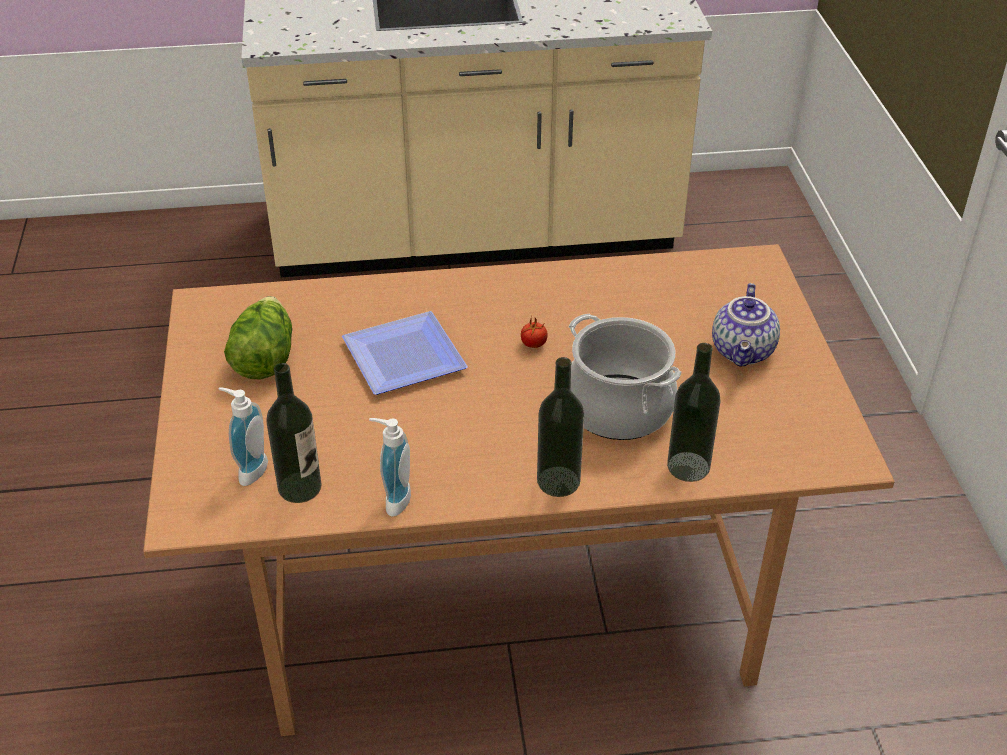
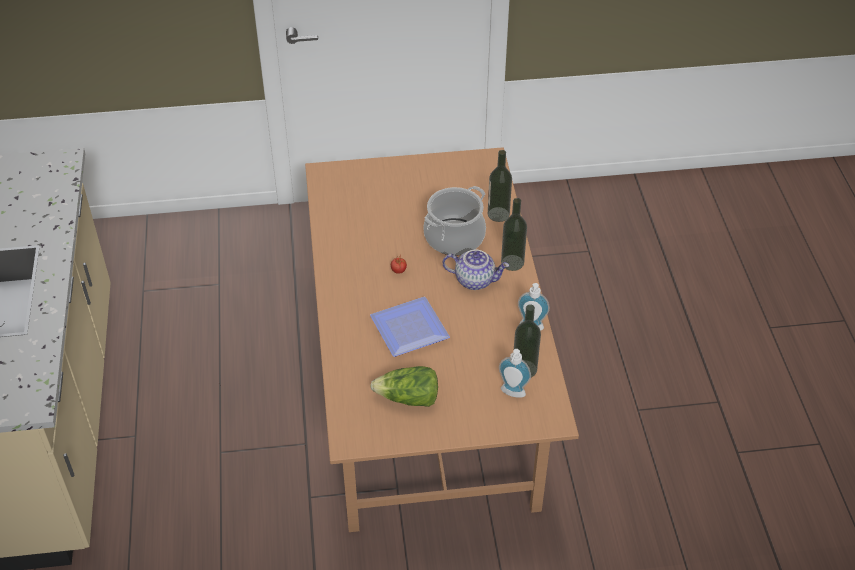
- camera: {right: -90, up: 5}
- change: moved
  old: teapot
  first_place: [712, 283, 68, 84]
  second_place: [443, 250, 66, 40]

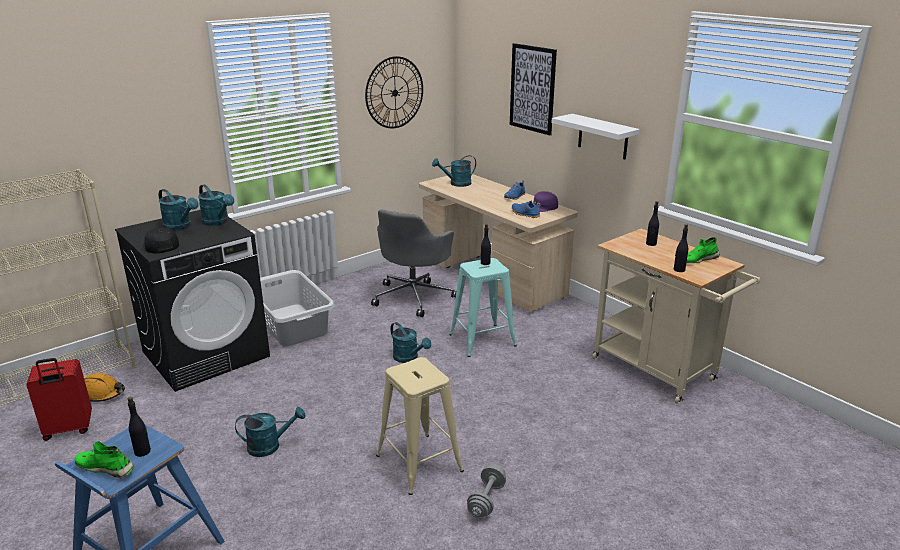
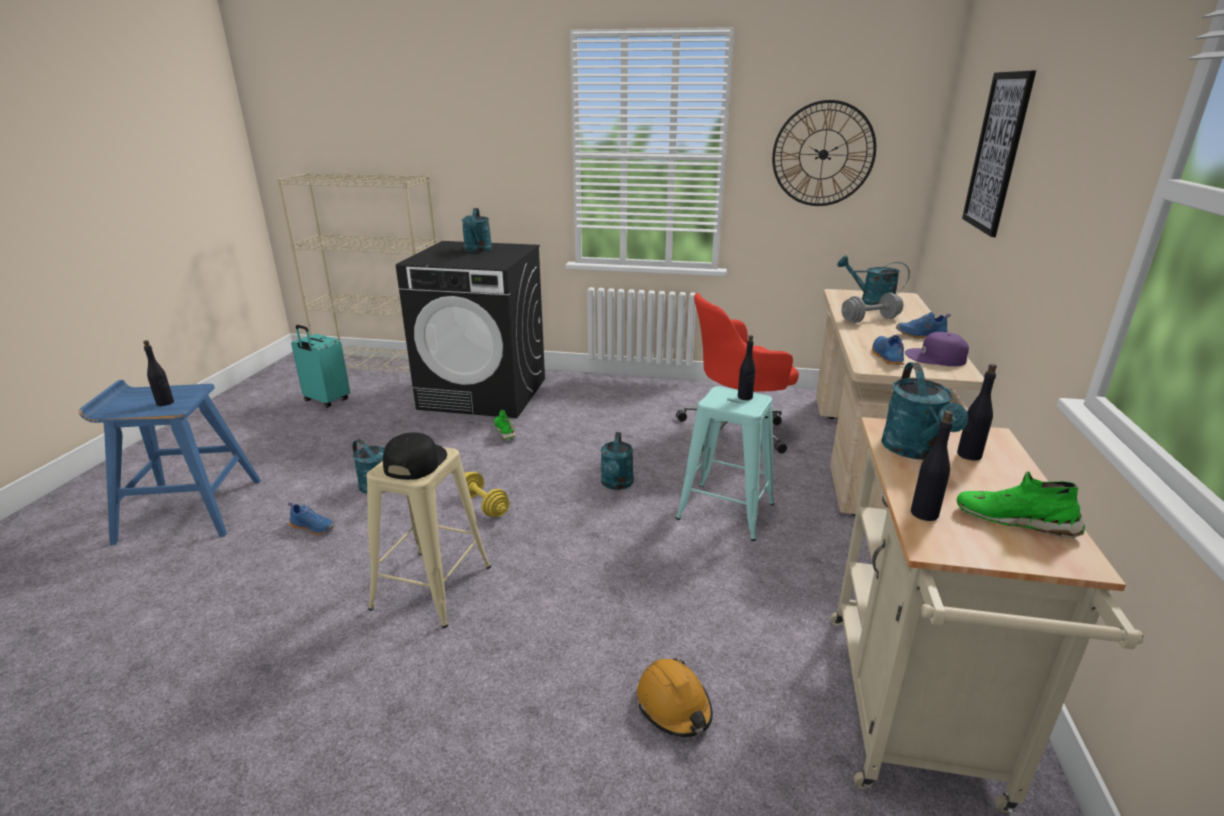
- camera: {right: 50, up: 0}
- change: removed
  old: white shelf
  first_place: [551, 114, 89, 46]
- change: moved
  old: turquoise watering can
  first_place: [198, 184, 36, 42]
  second_place: [881, 362, 87, 98]
- change: recoloured
  old: grey office chair
  new: red office chair
  first_place: [371, 209, 85, 108]
  second_place: [676, 293, 123, 161]
- change: moved
  old: black cap
  first_place: [142, 227, 37, 27]
  second_place: [383, 432, 64, 48]
- change: removed
  old: grey laundry basket
  first_place: [260, 270, 75, 76]
- change: recoloured
  old: red suitcase
  new: turquoise suitcase
  first_place: [26, 358, 66, 83]
  second_place: [291, 325, 59, 83]
- change: moved
  old: orange hard hat
  first_place: [84, 373, 41, 29]
  second_place: [637, 658, 76, 79]
- change: moved
  old: green shoe
  first_place: [74, 441, 60, 37]
  second_place: [494, 410, 22, 30]
- change: moved
  old: grey dumbbell
  first_place: [467, 464, 39, 55]
  second_place: [841, 293, 62, 30]
- change: added
  new: yellow dumbbell
  second_place: [464, 472, 46, 45]
- change: added
  new: blue shoe
  second_place: [288, 502, 47, 33]

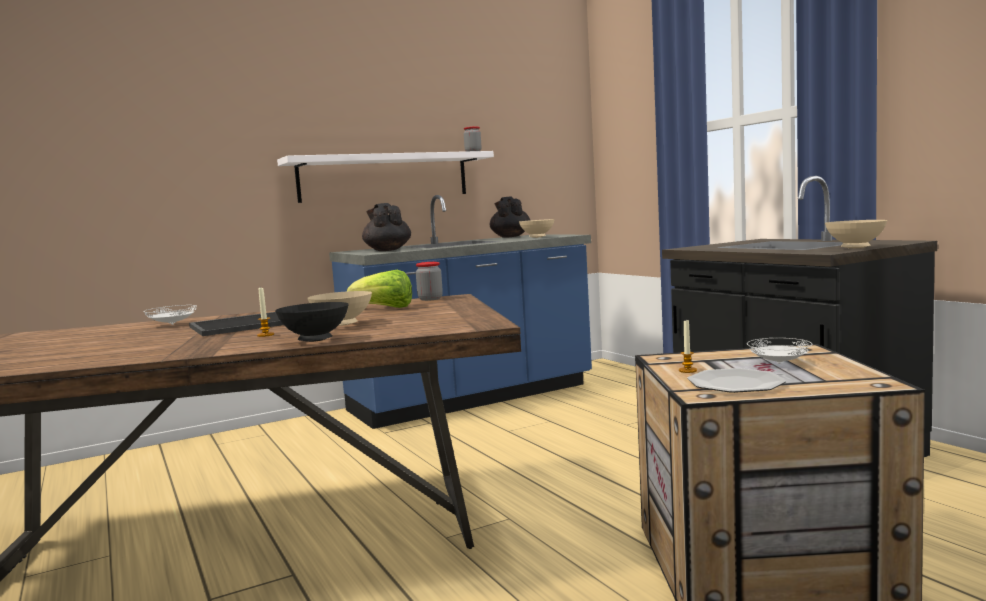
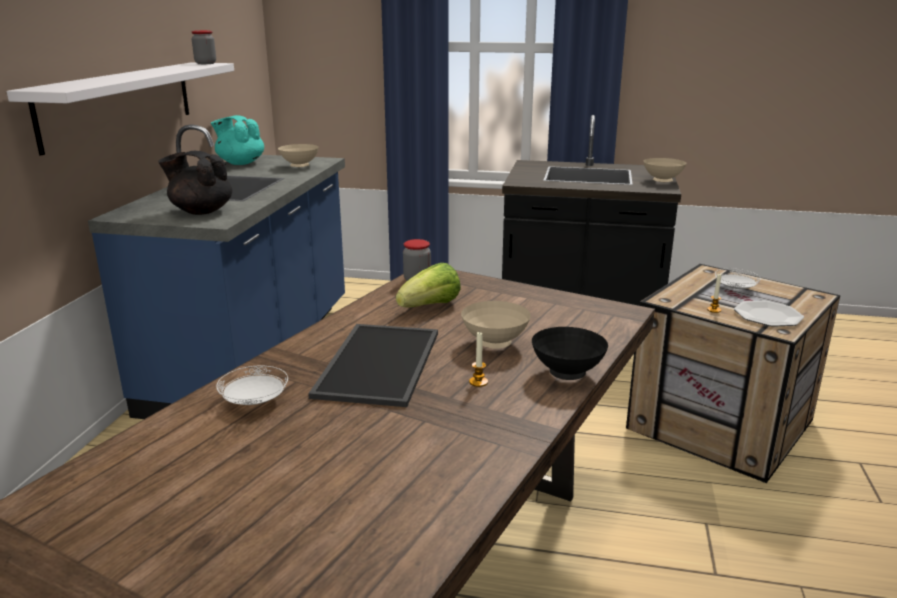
- camera: {right: -50, up: 15}
- change: recoloured
  old: black teapot
  new: turquoise teapot
  first_place: [490, 197, 40, 41]
  second_place: [211, 115, 53, 50]

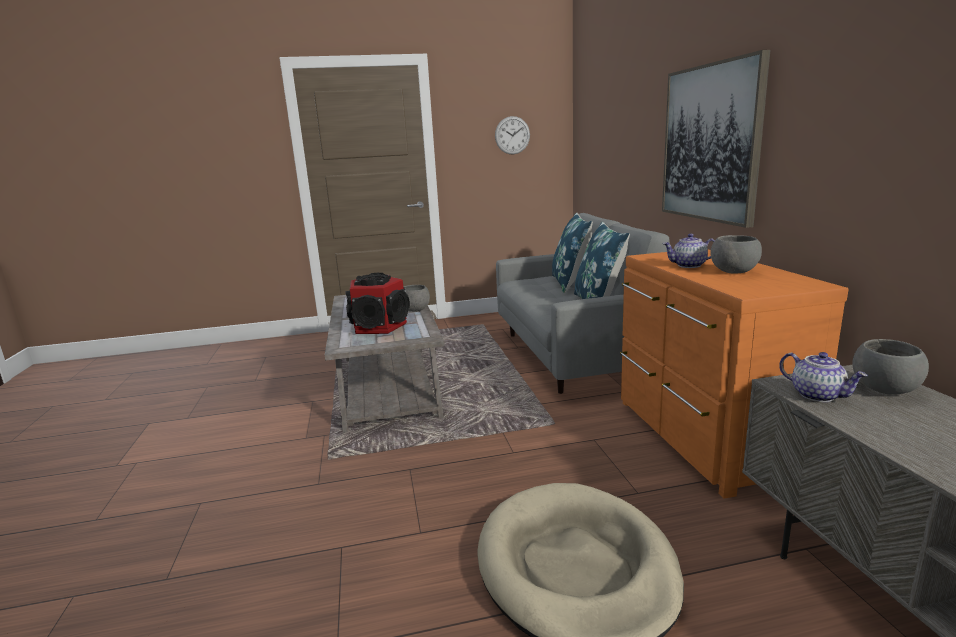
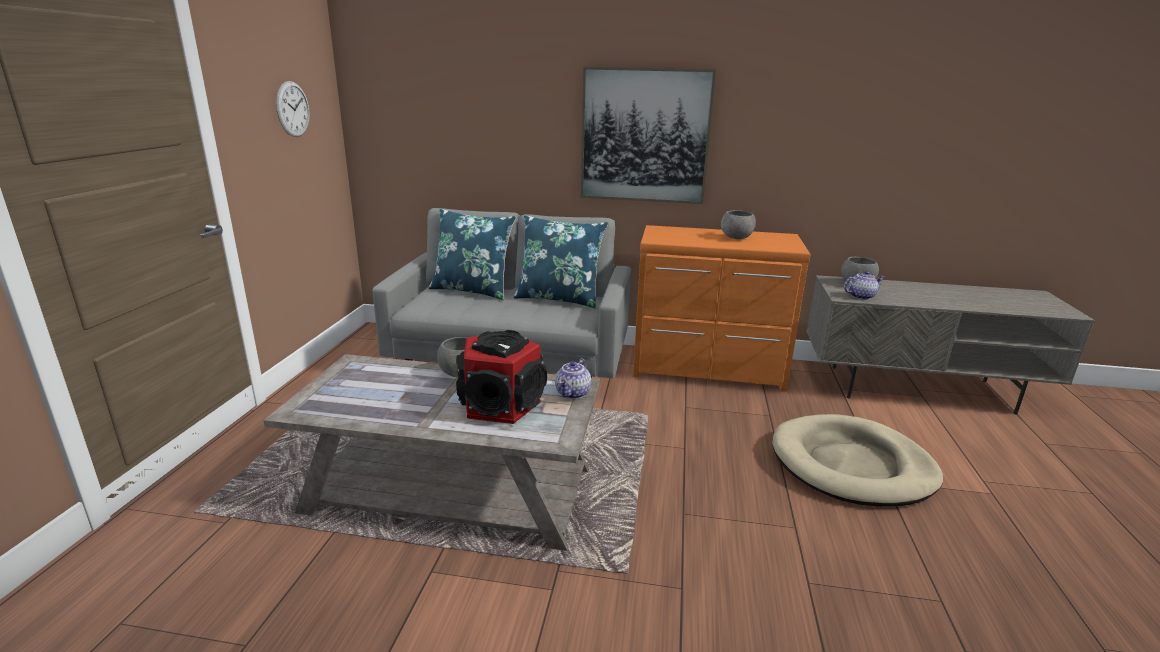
- camera: {right: -70, up: 5}
- change: moved
  old: teapot
  first_place: [663, 234, 52, 34]
  second_place: [555, 358, 36, 41]

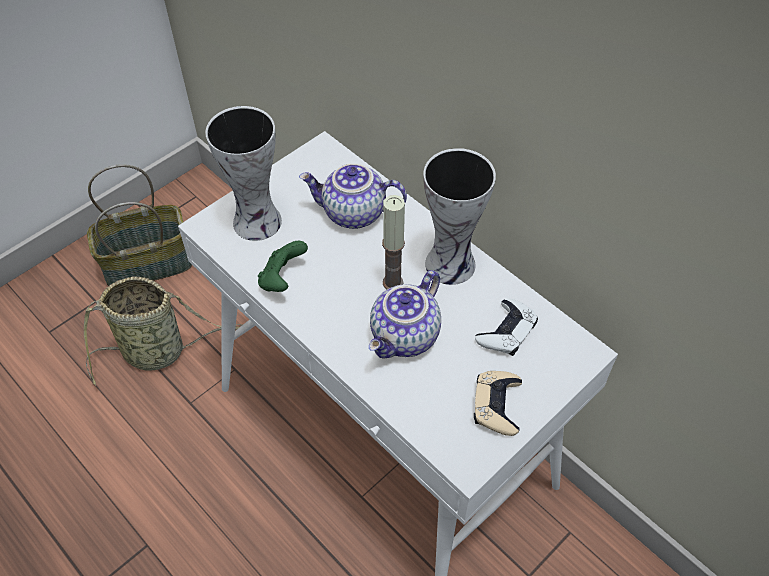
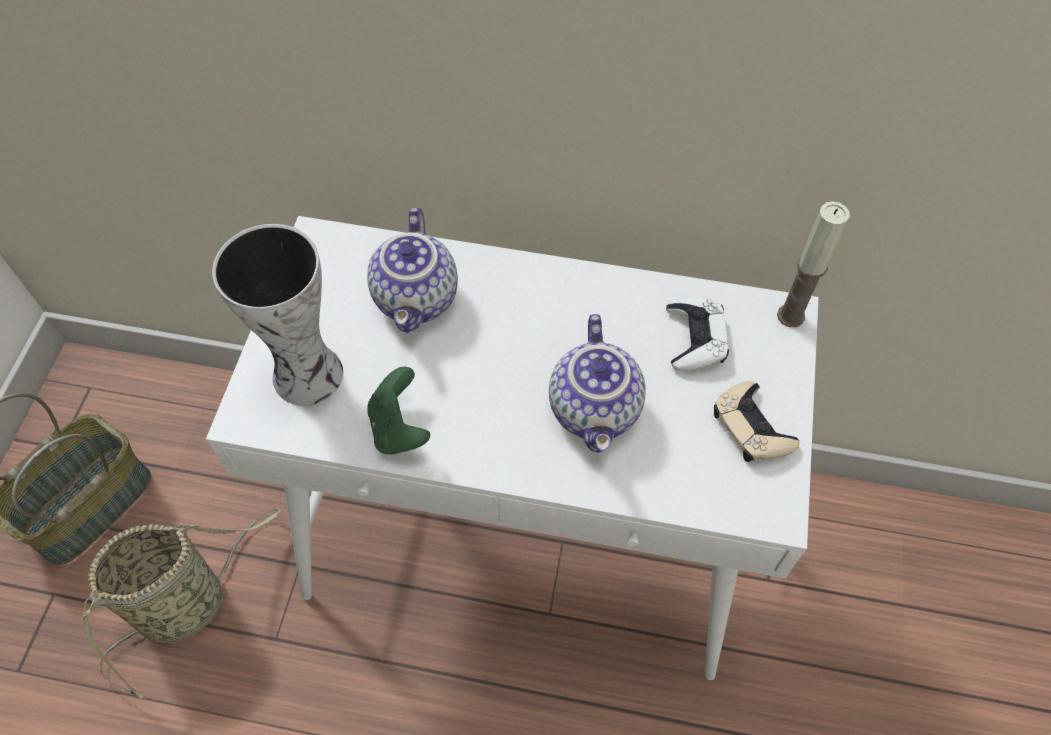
- camera: {right: -35, up: 5}
- change: removed
  old: vase
  first_place: [423, 148, 73, 137]
- change: turned
  old: teapot
  first_place: [299, 163, 108, 66]
  second_place: [367, 207, 91, 126]
  degrees: -60
- change: moved
  old: candle
  first_place: [382, 195, 23, 94]
  second_place: [777, 201, 73, 126]

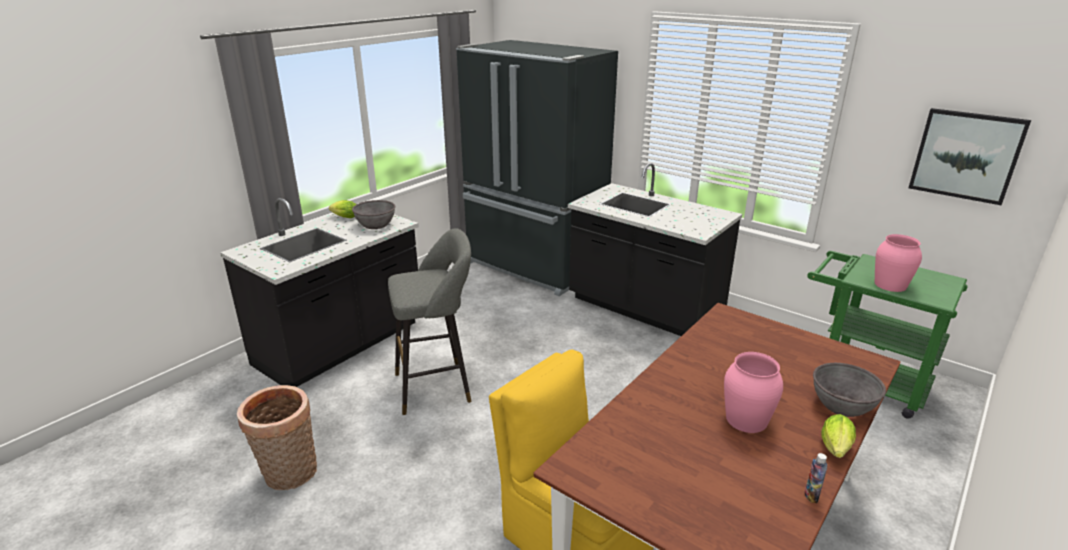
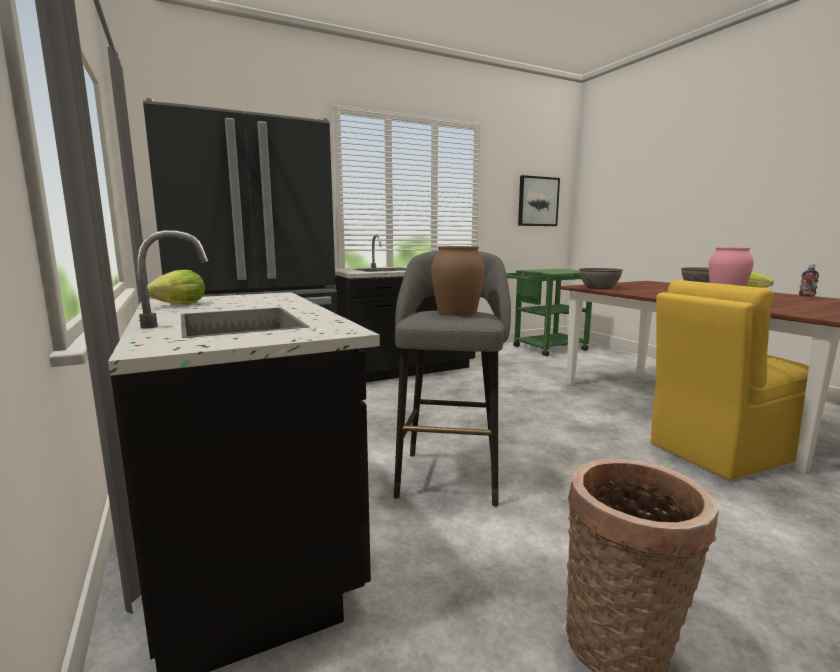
- camera: {right: -65, up: -15}
- change: moved
  old: grey bowl
  first_place: [352, 200, 43, 29]
  second_place: [579, 268, 44, 21]
- change: removed
  old: pink vase
  first_place: [875, 234, 47, 58]
- change: added
  new: brown vase
  second_place: [431, 246, 54, 70]

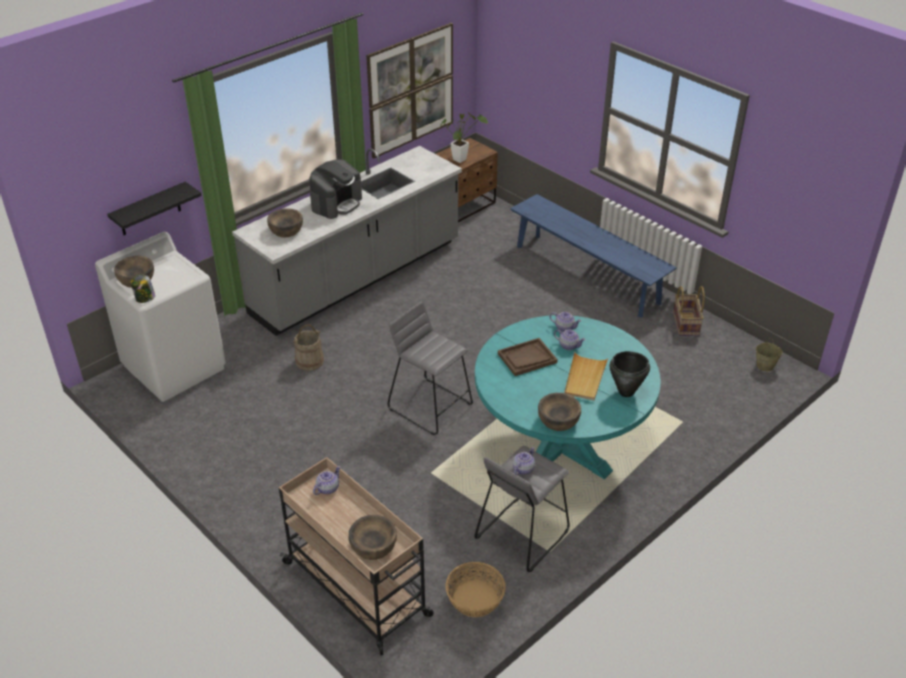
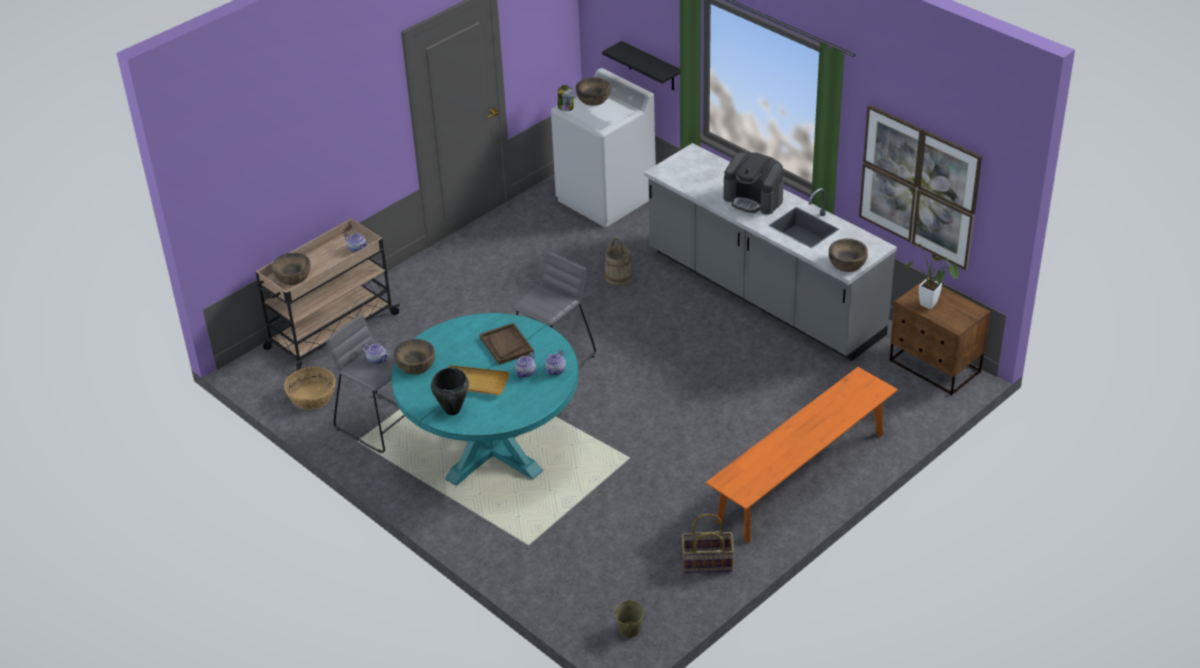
- camera: {right: 90, up: 0}
- change: recoloured
  old: blue bench
  new: orange bench
  first_place: [510, 194, 167, 124]
  second_place: [706, 367, 192, 176]
- change: moved
  old: brown bowl
  first_place: [267, 208, 36, 29]
  second_place: [829, 239, 39, 33]

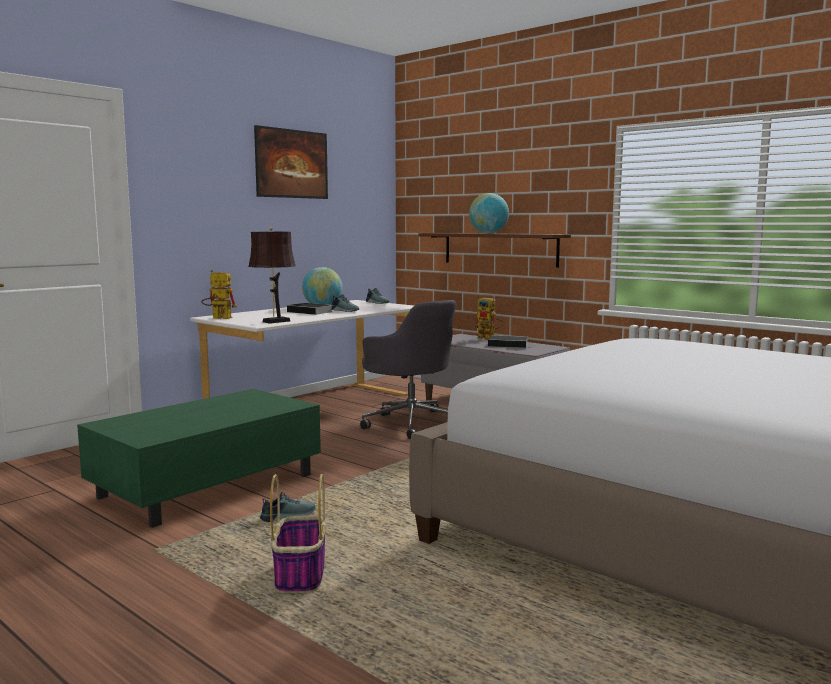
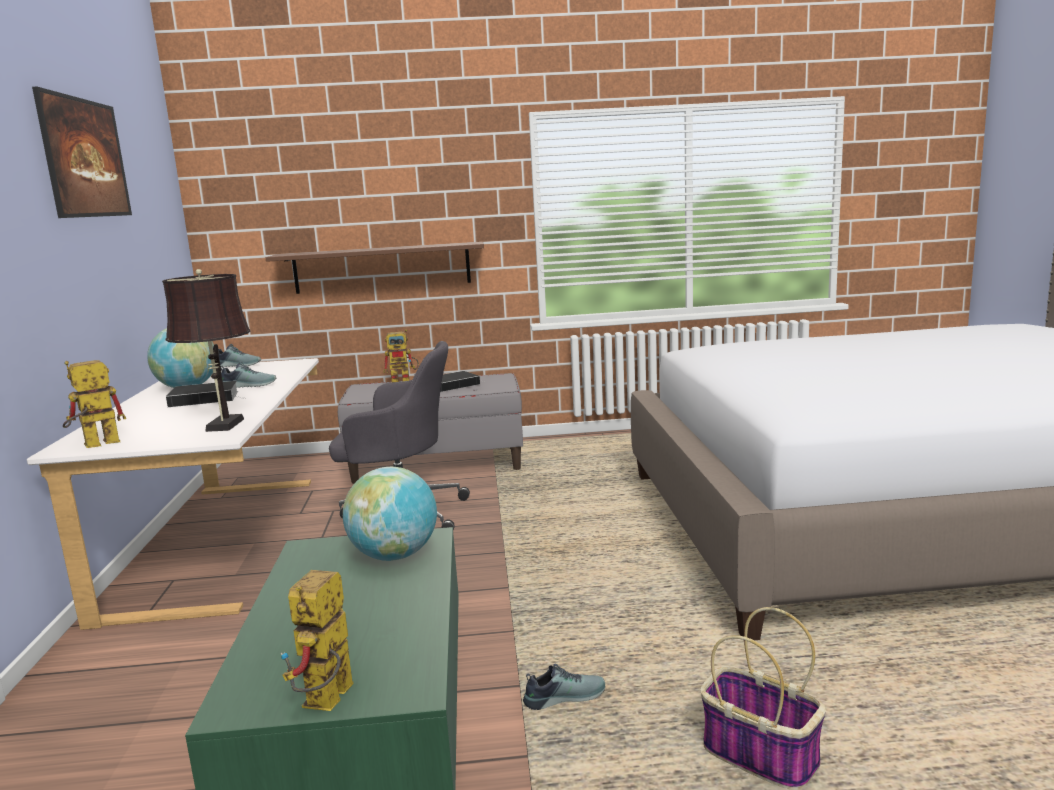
- camera: {right: -45, up: 5}
- change: moved
  old: globe
  first_place: [469, 193, 40, 40]
  second_place: [343, 467, 94, 94]
- change: turned
  old: shoe
  first_place: [260, 492, 55, 30]
  second_place: [523, 664, 82, 46]
  degrees: 60
- change: added
  new: toy robot
  second_place: [281, 570, 72, 141]

